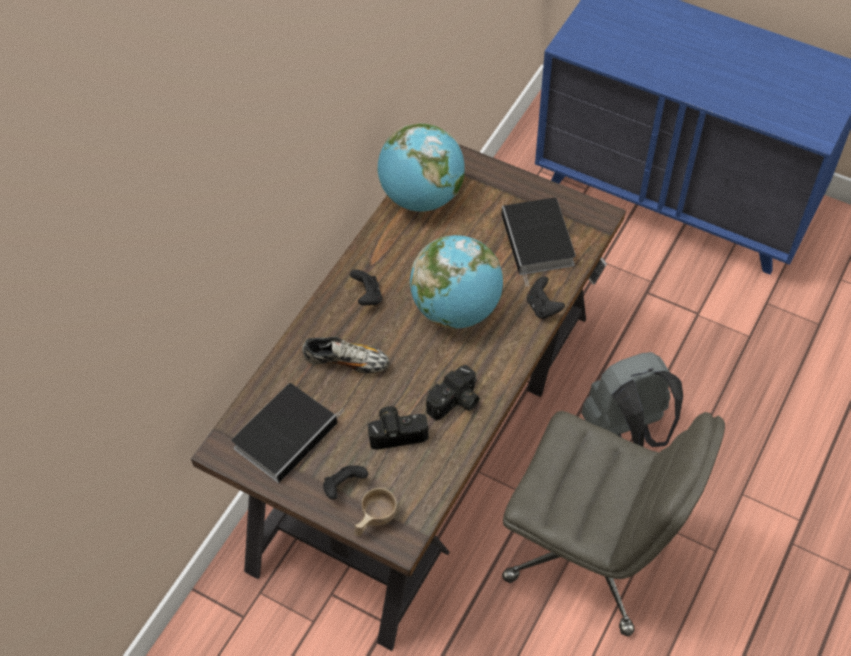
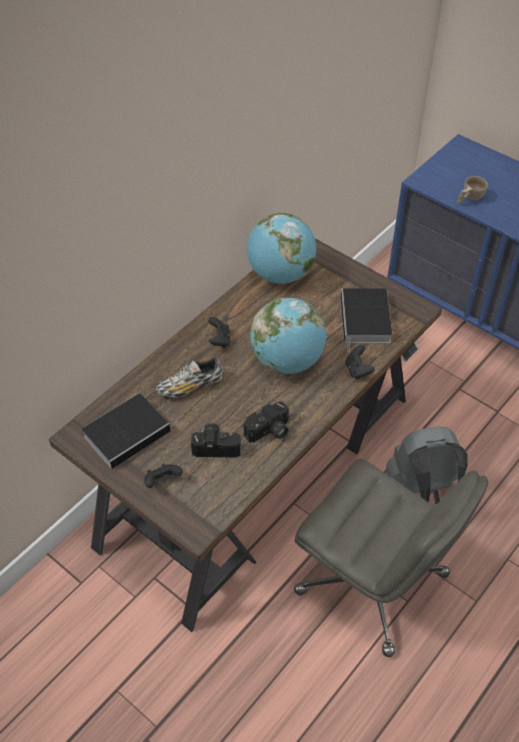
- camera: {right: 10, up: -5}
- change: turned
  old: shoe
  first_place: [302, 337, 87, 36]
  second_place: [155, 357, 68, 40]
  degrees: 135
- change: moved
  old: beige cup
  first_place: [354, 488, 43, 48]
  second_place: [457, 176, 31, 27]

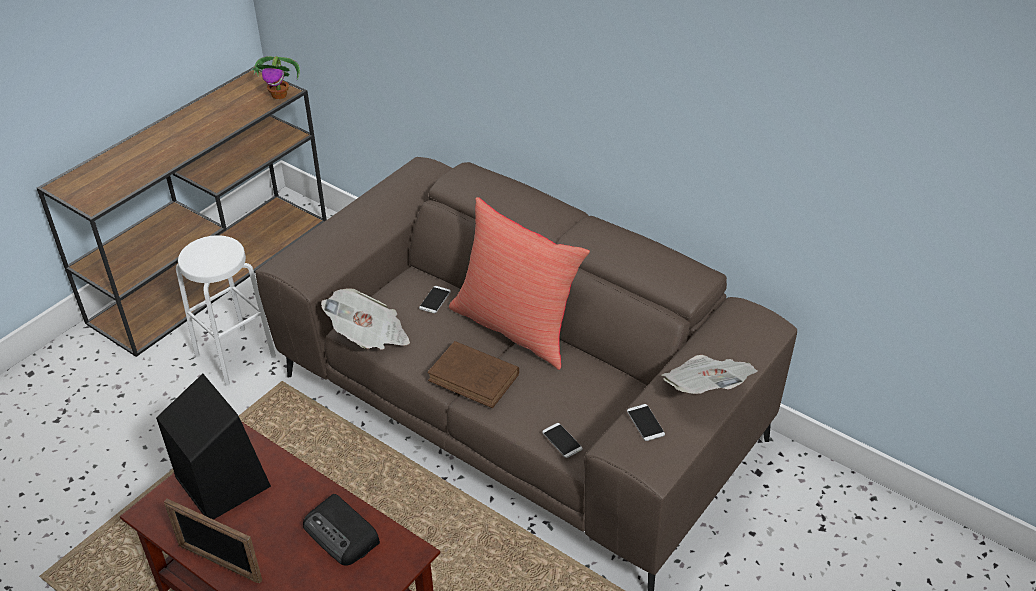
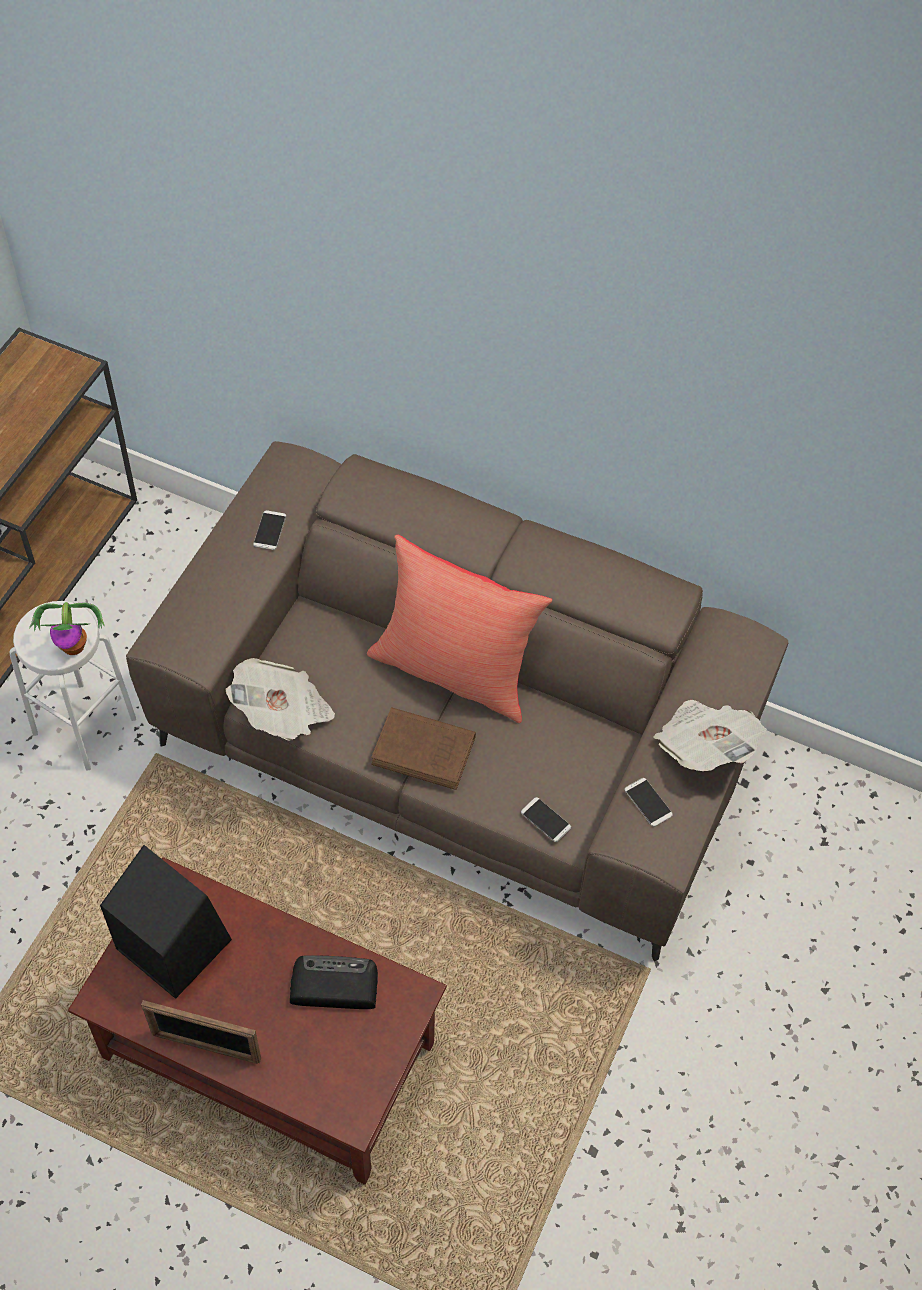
- camera: {right: -15, up: 15}
- change: moved
  old: potted plant
  first_place: [250, 56, 50, 43]
  second_place: [29, 602, 75, 53]
- change: moved
  old: phone
  first_place: [419, 286, 32, 27]
  second_place: [253, 510, 33, 40]
- change: turned
  old: radio
  first_place: [303, 494, 77, 72]
  second_place: [290, 955, 88, 54]
  degrees: 150

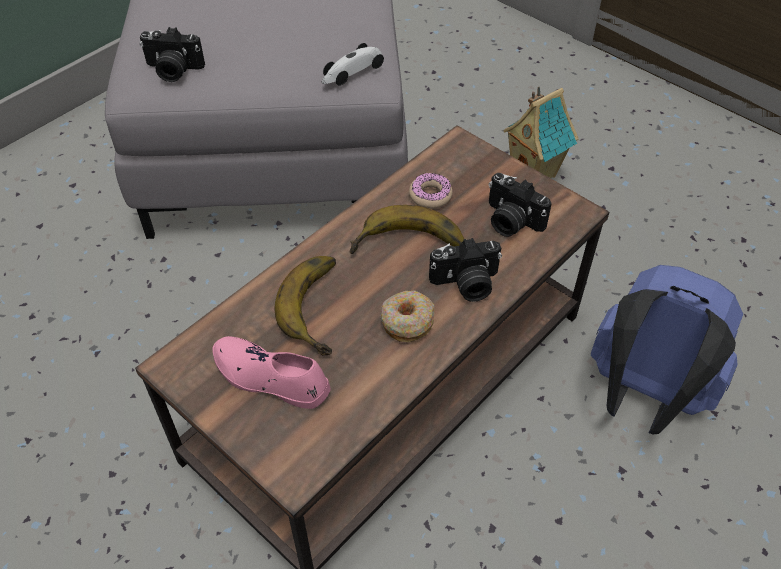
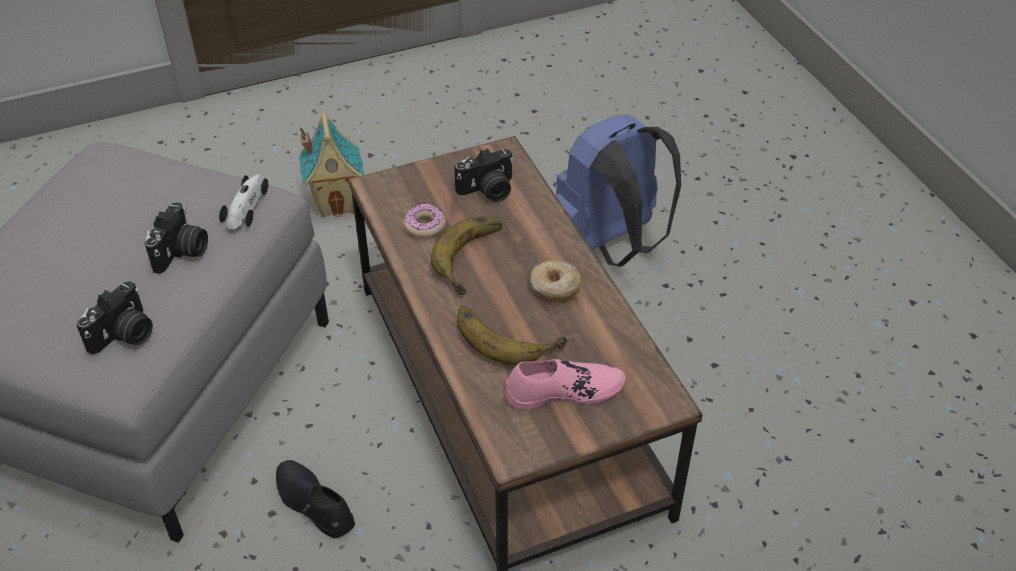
- camera: {right: -65, up: -5}
- change: turned
  old: toy car
  first_place: [322, 43, 62, 43]
  second_place: [219, 173, 49, 56]
  degrees: -150
- change: moved
  old: photo camera
  first_place: [429, 238, 73, 64]
  second_place: [145, 202, 63, 72]
- change: turned
  old: pink shoe
  first_place: [212, 336, 119, 73]
  second_place: [505, 359, 120, 51]
  degrees: -150
- change: added
  new: black shoe
  second_place: [276, 460, 79, 78]

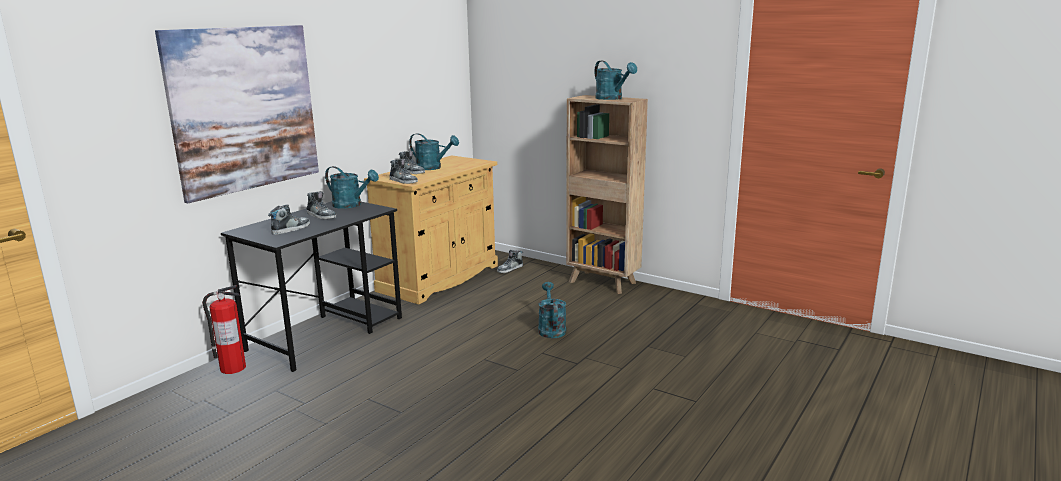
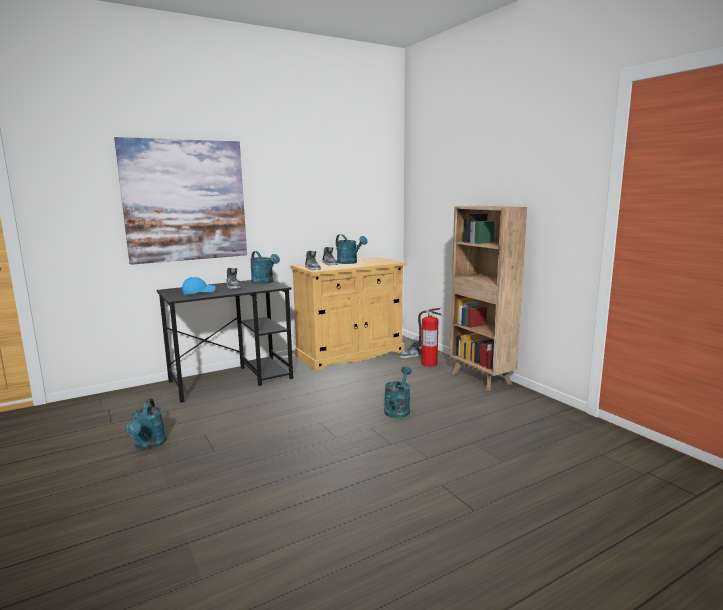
- camera: {right: 25, up: -5}
- change: moved
  old: turquoise watering can
  first_place: [594, 61, 43, 39]
  second_place: [126, 399, 40, 51]
- change: replaced
  old: shoe
  new: blue cap
  first_place: [268, 204, 42, 31]
  second_place: [182, 277, 34, 18]
- change: moved
  old: fire extinguisher
  first_place: [202, 285, 44, 89]
  second_place: [418, 308, 24, 59]

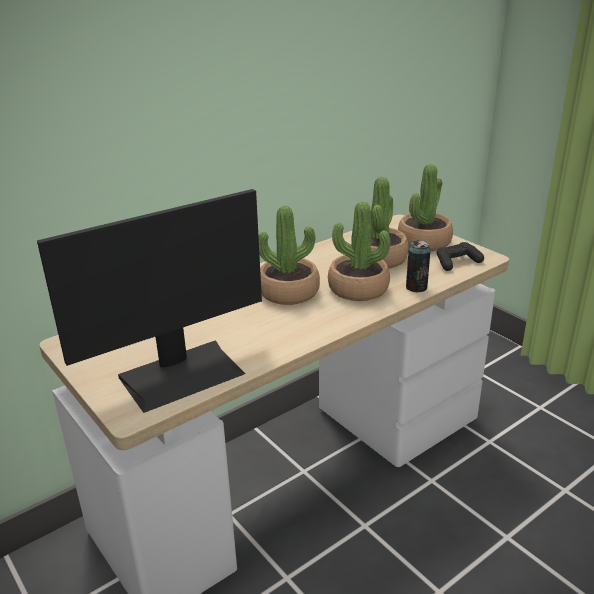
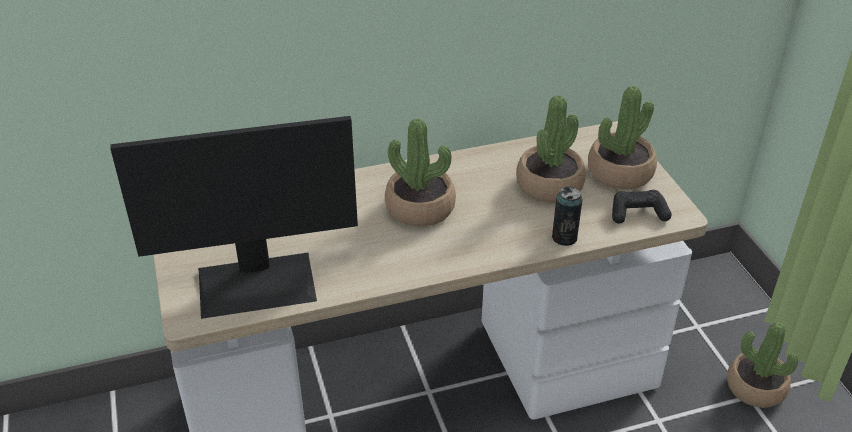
- camera: {right: 20, up: 10}
- change: moved
  old: potted plant
  first_place: [328, 201, 63, 100]
  second_place: [727, 323, 71, 85]

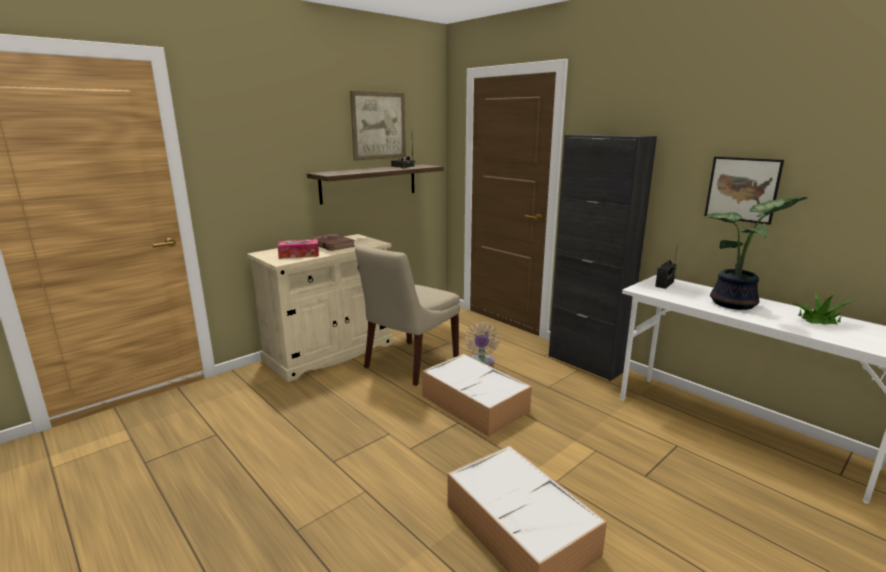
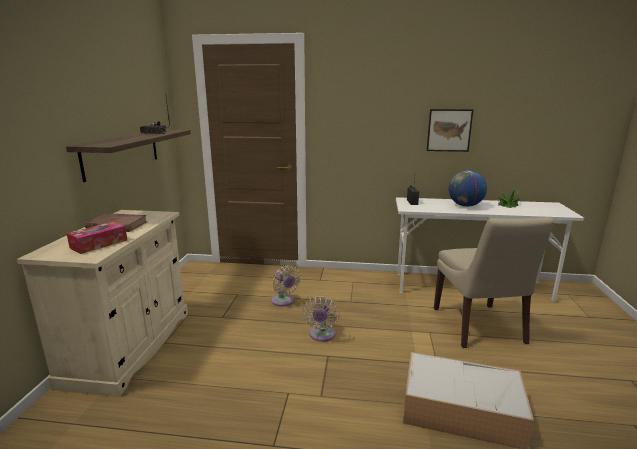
- camera: {right: -40, up: 0}
- change: removed
  old: picture
  first_place: [350, 91, 56, 70]
- change: removed
  old: black cabinet
  first_place: [549, 134, 108, 247]
- change: replaced
  old: potted plant
  new: globe
  first_place: [705, 197, 102, 113]
  second_place: [449, 170, 38, 37]
- change: moved
  old: beige chair
  first_place: [355, 245, 105, 141]
  second_place: [434, 217, 120, 131]
- change: replaced
  old: storage box
  new: beige fan
  first_place: [422, 354, 110, 83]
  second_place: [303, 296, 36, 46]

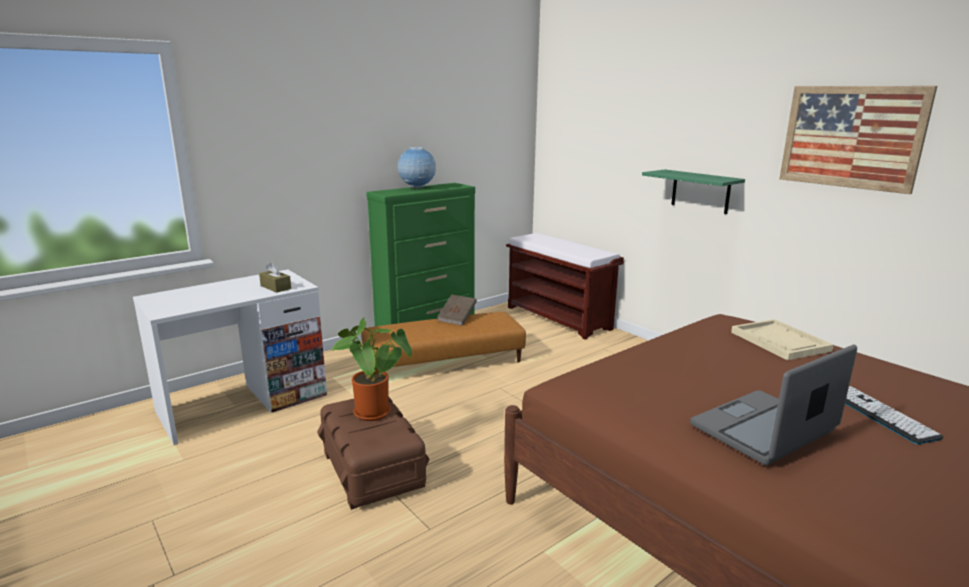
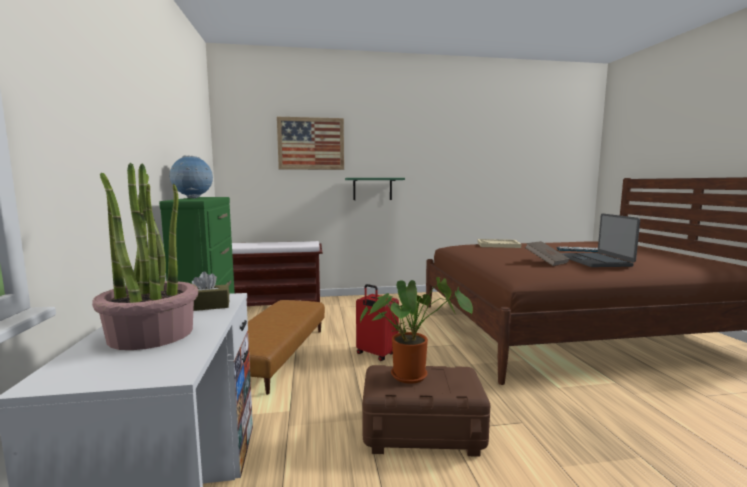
- camera: {right: -60, up: -10}
- change: moved
  old: picture
  first_place: [779, 86, 158, 108]
  second_place: [277, 117, 67, 53]
- change: moved
  old: brown book
  first_place: [437, 294, 40, 32]
  second_place: [525, 241, 44, 25]
- change: added
  new: potted plant
  second_place: [92, 163, 106, 187]
- change: added
  new: red suitcase
  second_place: [356, 284, 43, 77]

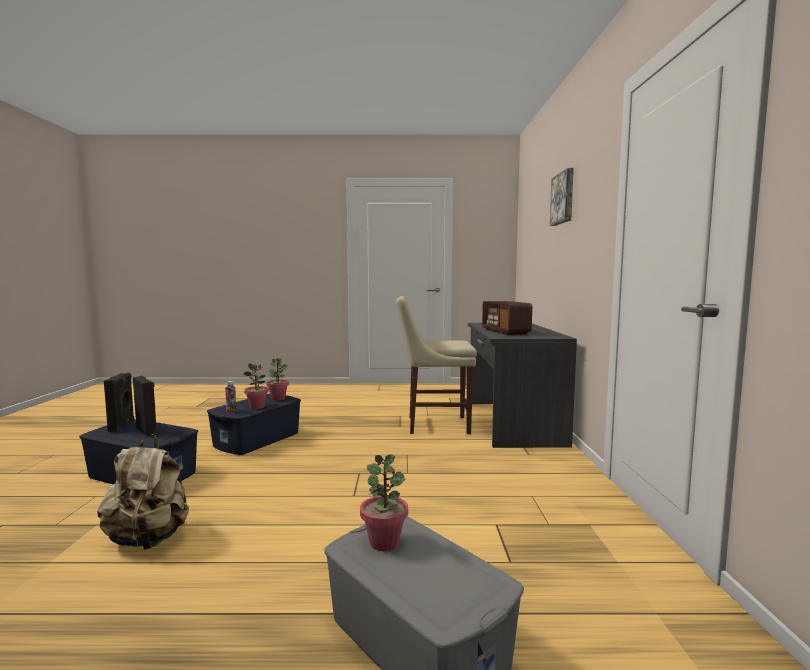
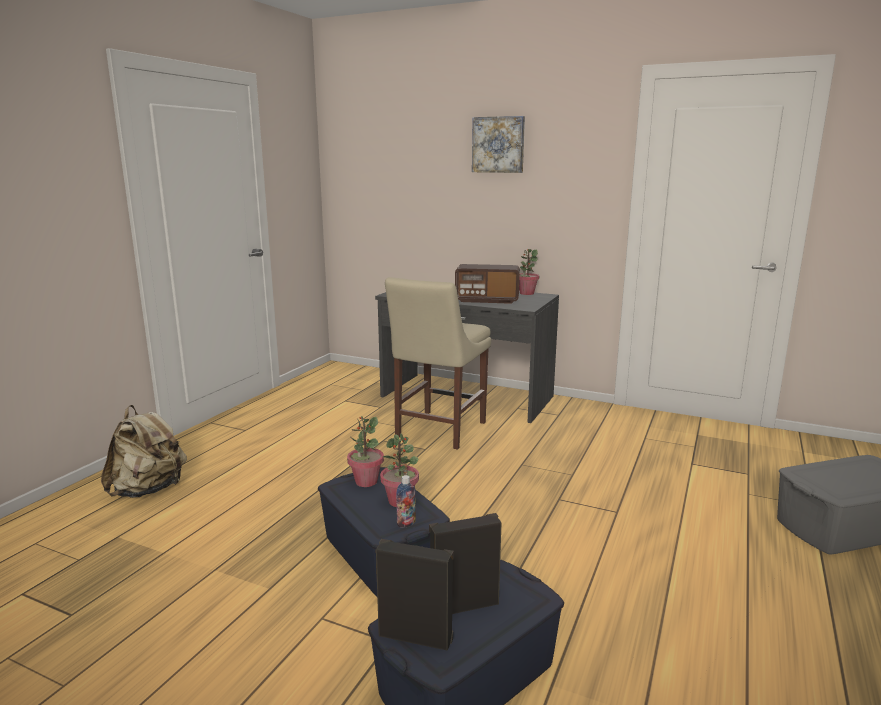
- camera: {right: -65, up: 10}
- change: moved
  old: beige backpack
  first_place: [98, 434, 91, 116]
  second_place: [101, 405, 86, 93]
- change: moved
  old: potted plant
  first_place: [360, 454, 48, 97]
  second_place: [519, 249, 20, 46]

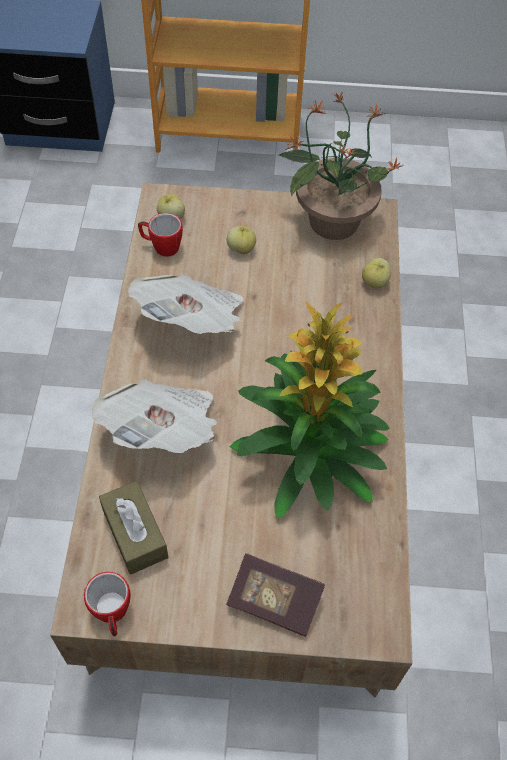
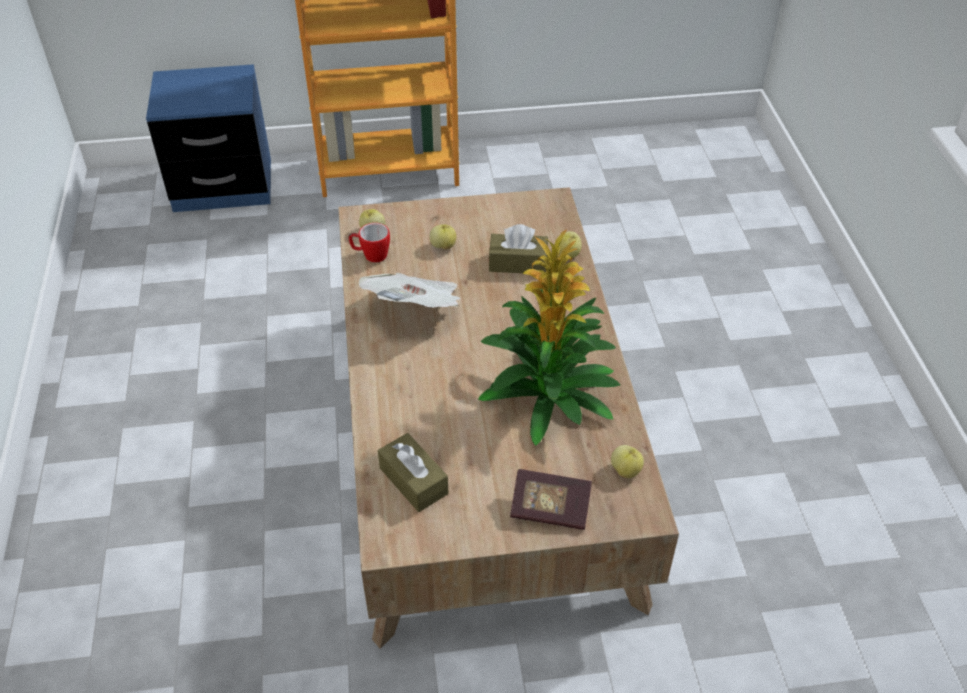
- camera: {right: -10, up: -10}
- change: removed
  old: potted plant
  first_place: [279, 90, 125, 150]
- change: removed
  old: newspaper
  first_place: [92, 379, 125, 74]
- change: removed
  old: mug
  first_place: [84, 572, 47, 64]
- change: added
  new: brown tissue box
  second_place: [489, 224, 59, 49]
- change: added
  new: apple
  second_place: [611, 445, 33, 33]

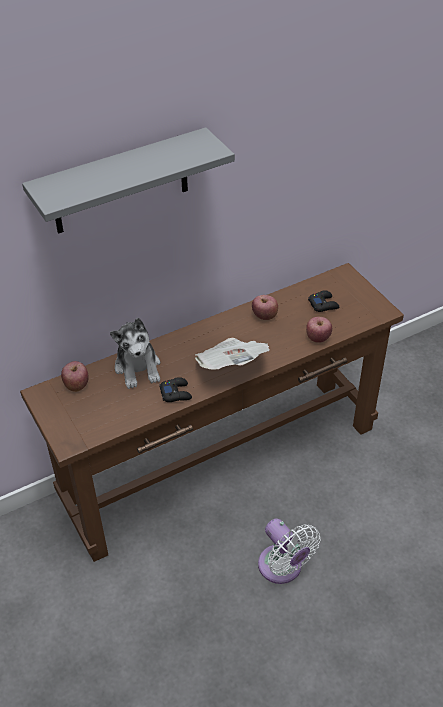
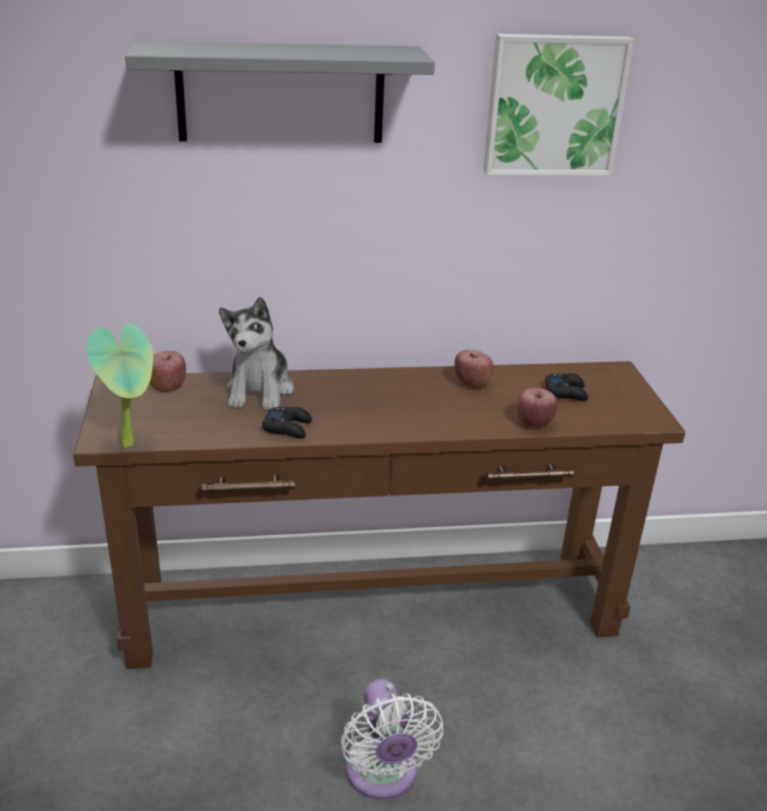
- camera: {right: 20, up: -15}
- change: removed
  old: newspaper
  first_place: [195, 338, 75, 32]
- change: added
  new: picture
  second_place: [483, 34, 151, 142]
- change: added
  new: potted plant
  second_place: [87, 323, 66, 124]

